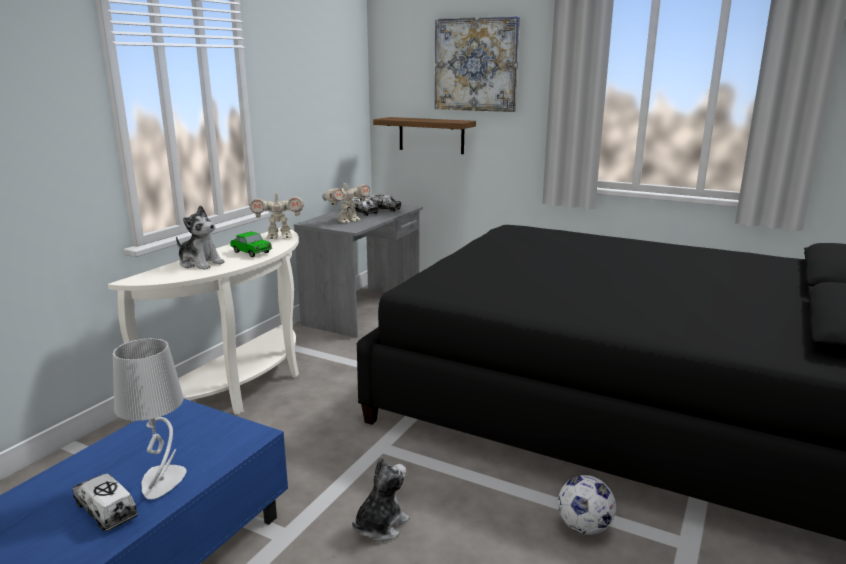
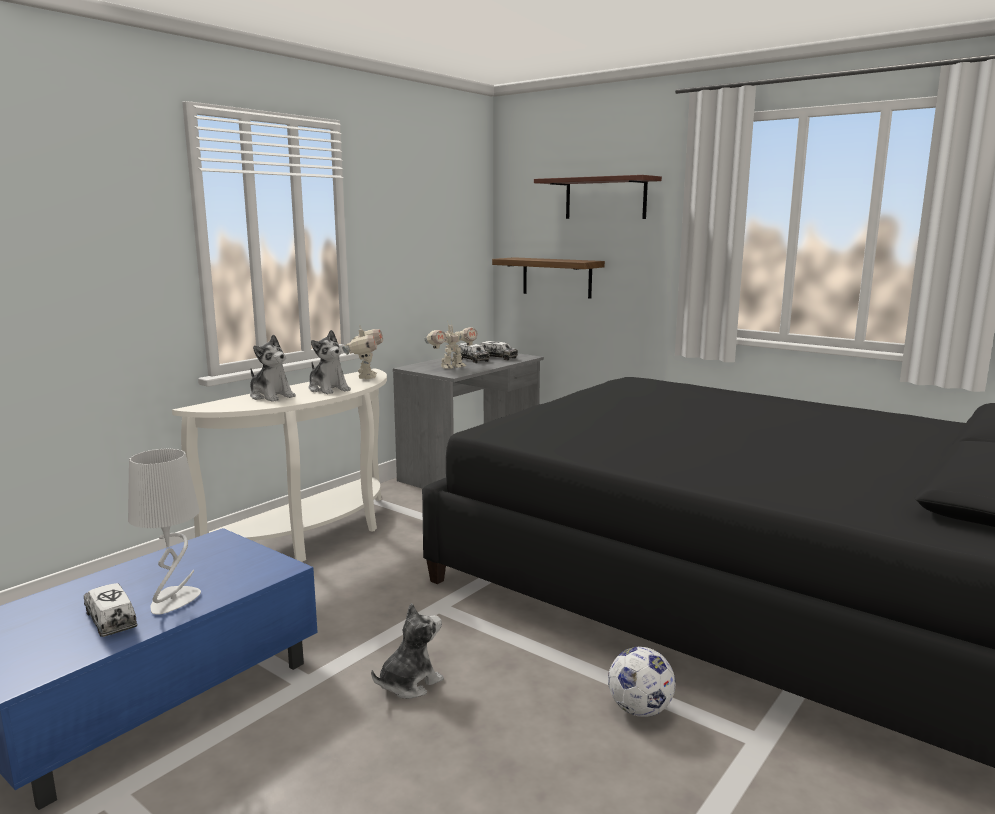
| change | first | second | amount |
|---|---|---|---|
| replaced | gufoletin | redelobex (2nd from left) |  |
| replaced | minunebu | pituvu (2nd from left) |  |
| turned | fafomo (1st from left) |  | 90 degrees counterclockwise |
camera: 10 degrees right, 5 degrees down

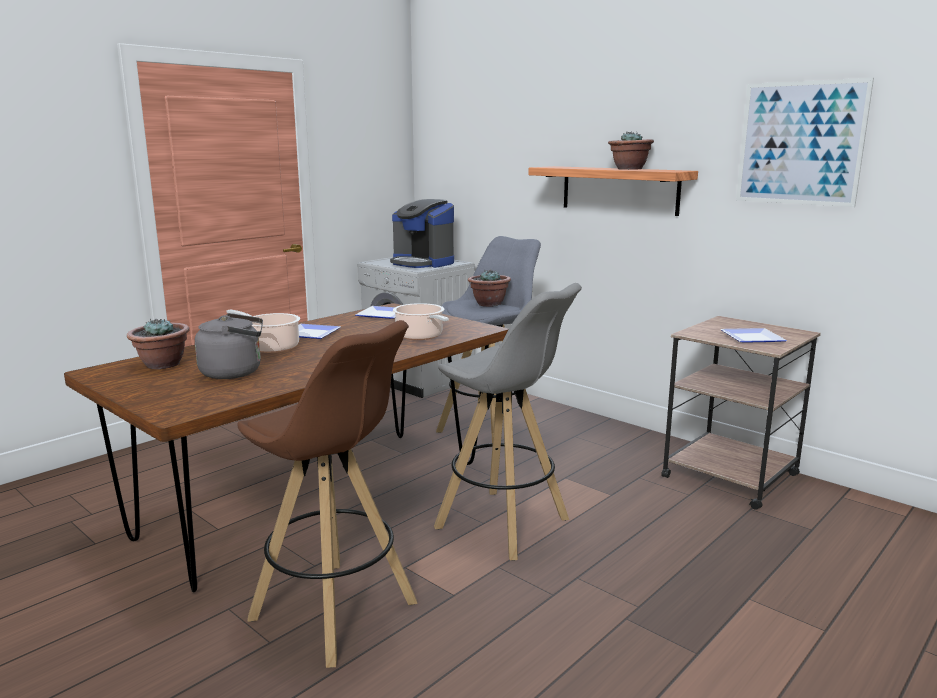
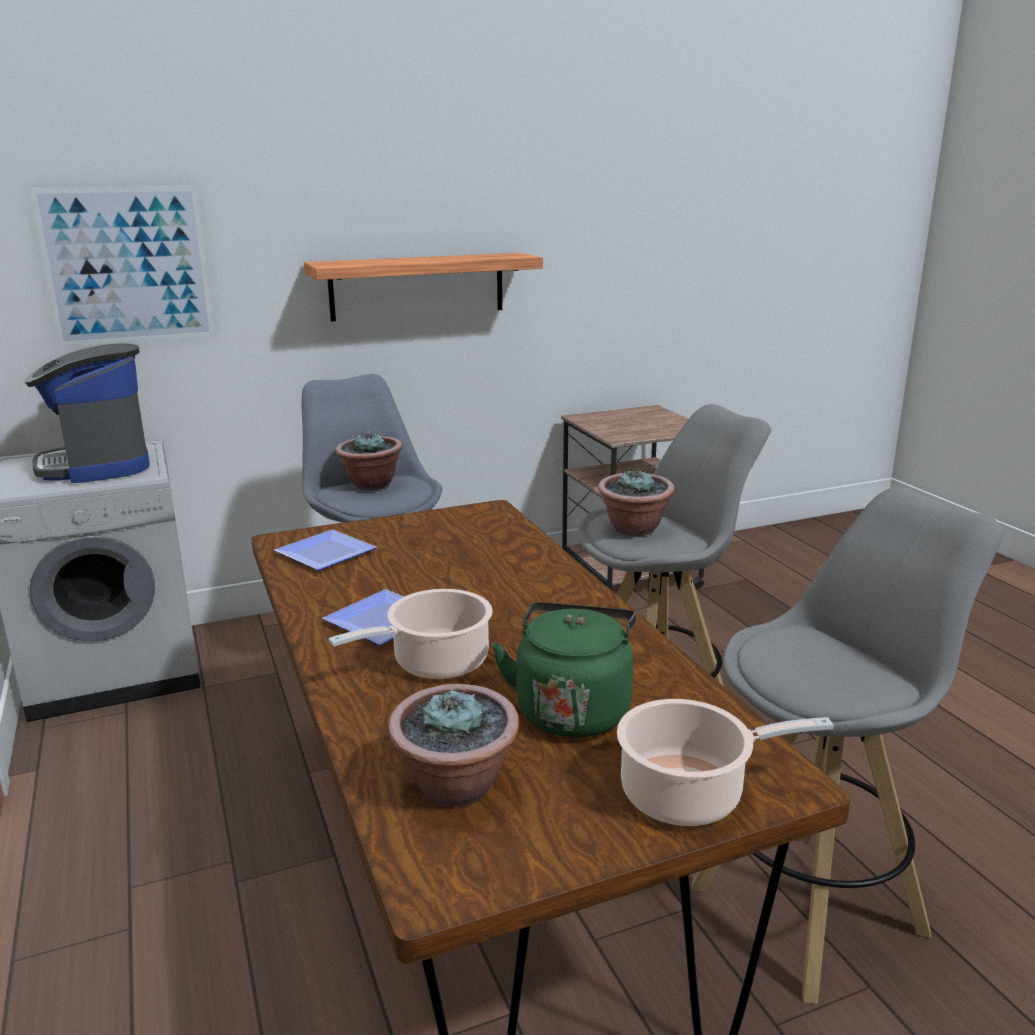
| change | first | second | amount |
|---|---|---|---|
| removed | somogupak (3rd from left) |  |  |
| moved | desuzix (2nd from left) |  |  |
| moved | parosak (3rd from left) |  |  |
| moved | minunebu |  |  |
| recoloured | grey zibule | green zibule |  |
| recoloured | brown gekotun | grey gekotun (3rd from left) |  |
| turned | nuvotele |  | 90 degrees clockwise |
camera: 65 degrees left, 5 degrees up

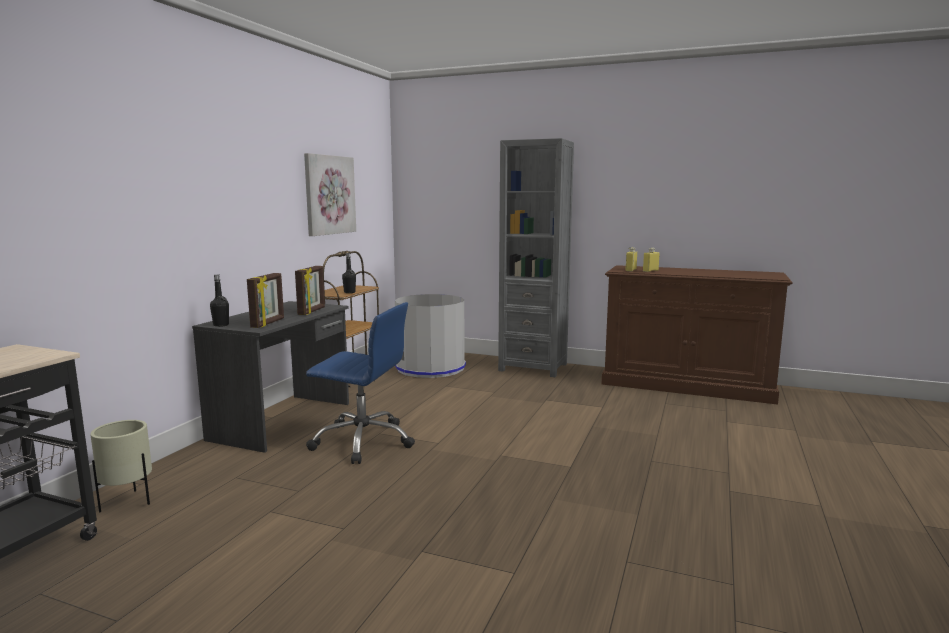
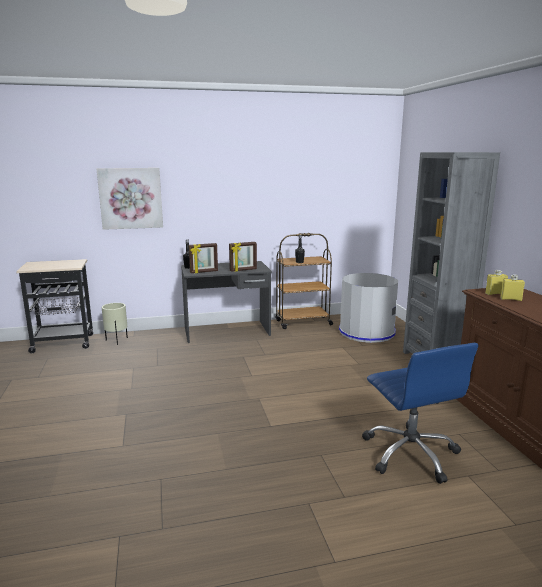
| change | first | second | amount |
|---|---|---|---|
| moved | minunebu |  |  |
| moved | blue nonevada |  |  |
camera: 55 degrees right, 5 degrees up

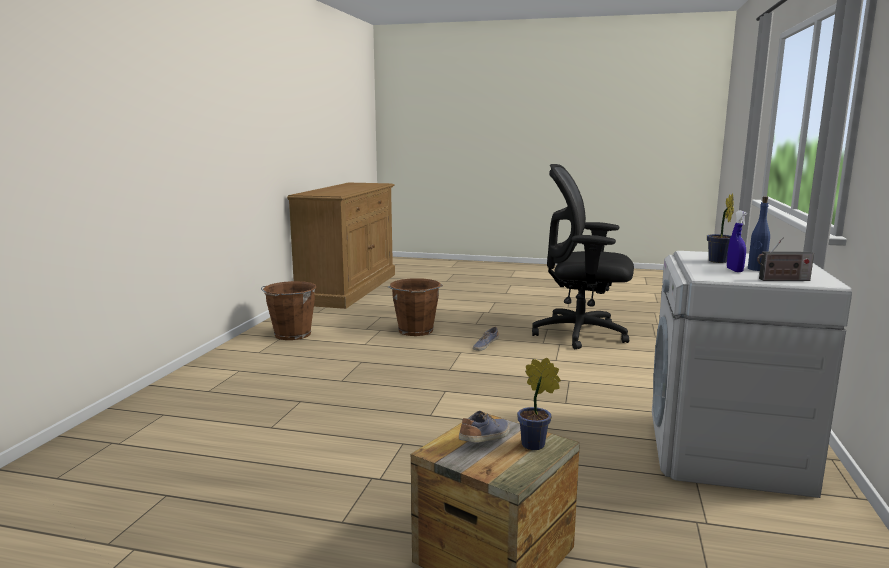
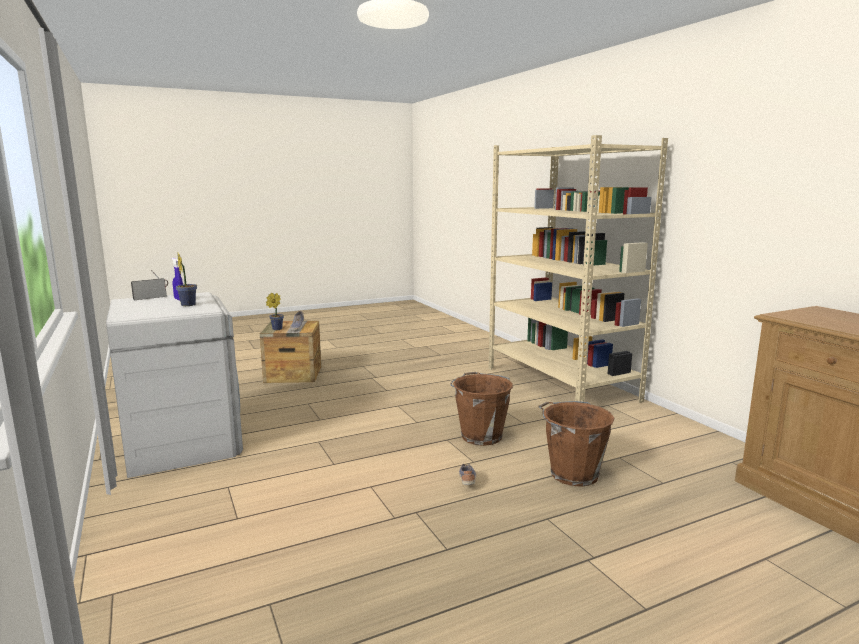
| change | first | second | amount |
|---|---|---|---|
| removed | black nonevada |  |  |
| removed | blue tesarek |  |  |
| added |  | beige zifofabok |  |
| moved | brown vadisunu (1st from left) |  |  |
camera: 140 degrees right, 0 degrees up

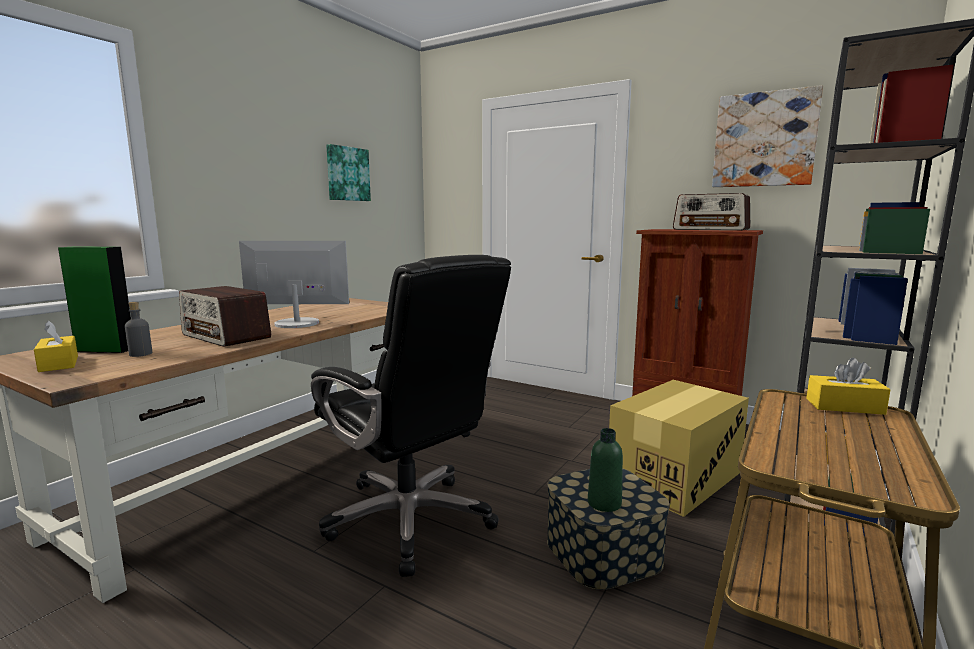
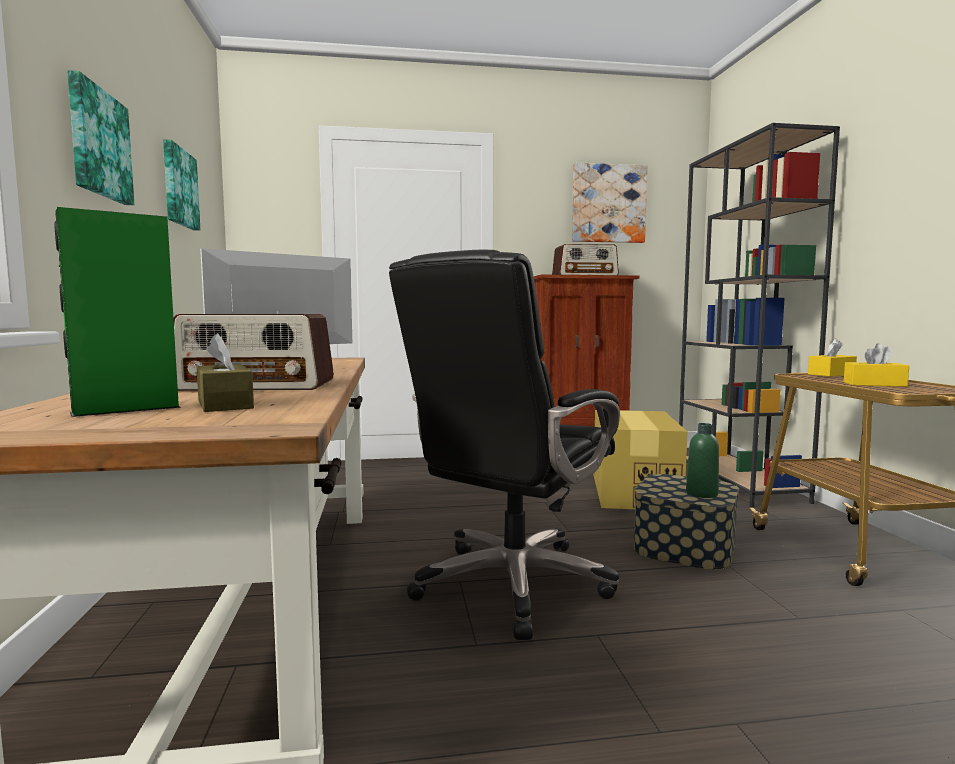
| change | first | second | amount |
|---|---|---|---|
| added |  | minunebu (1st from left) |  |
| moved | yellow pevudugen (1st from left in the first image) | yellow pevudugen (2nd from left) |  |
| replaced | grey tesarek | brown pevudugen |  |
| turned | black nonevada |  | 120 degrees clockwise |
camera: 40 degrees left, 5 degrees down

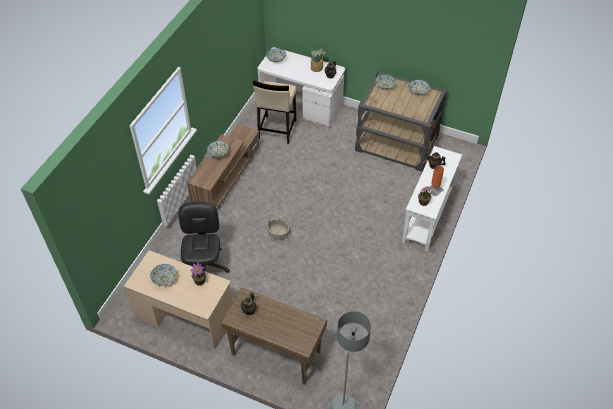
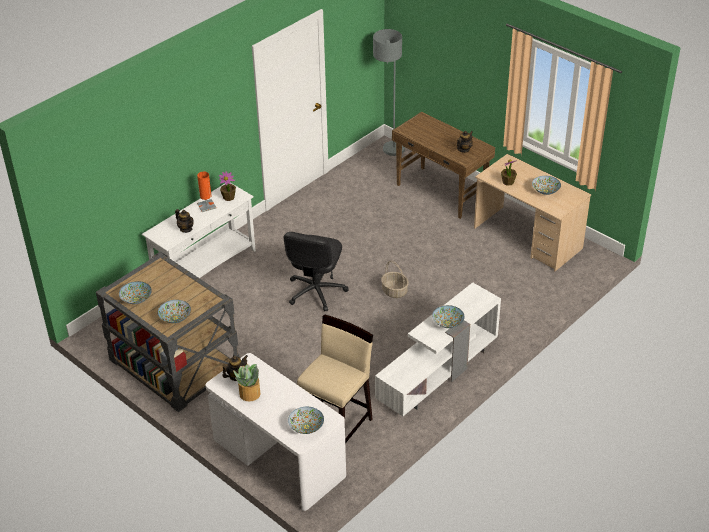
| change | first | second | amount |
|---|---|---|---|
| moved | black nonevada |  |  |
| recoloured | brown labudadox | white labudadox |  |
camera: 160 degrees left, 10 degrees down

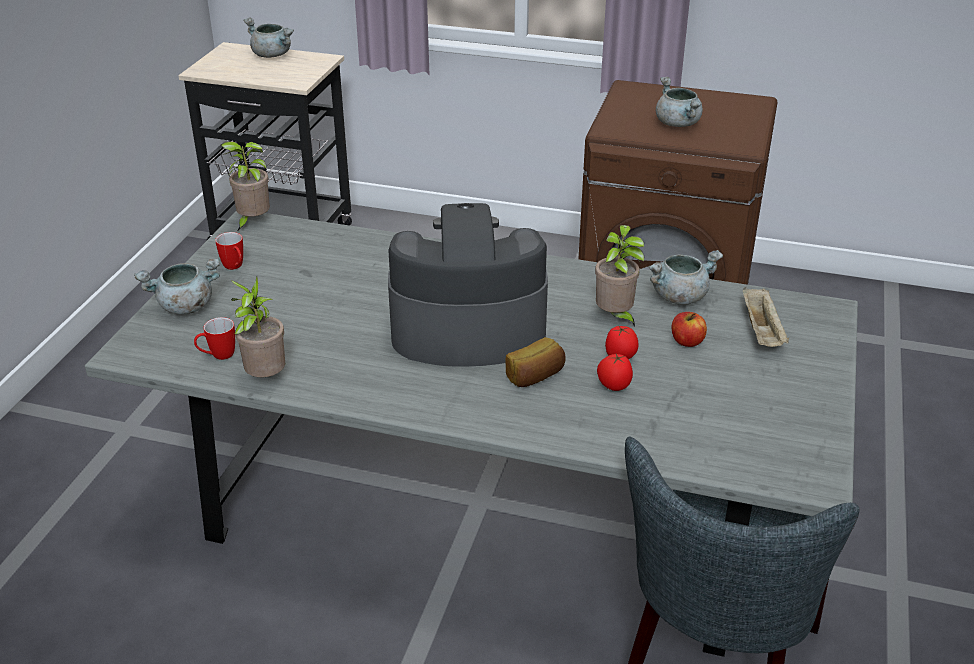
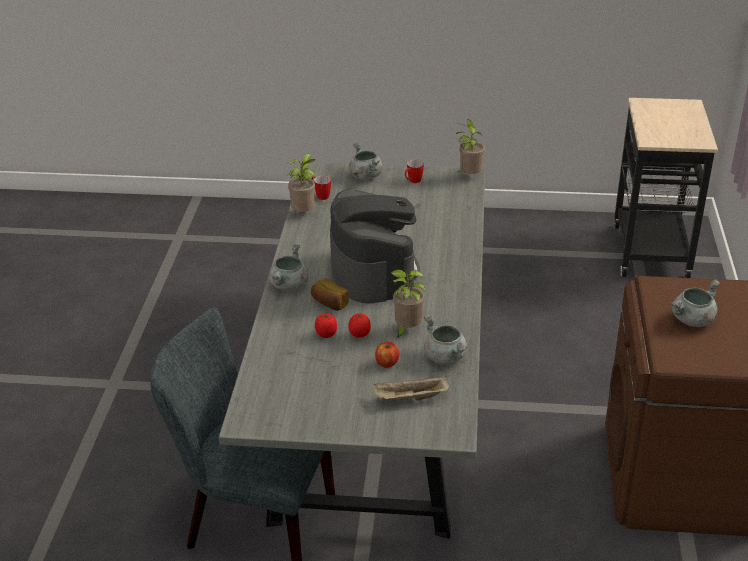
| change | first | second | amount |
|---|---|---|---|
| moved | grey desuzix (2nd from left in the first image) | grey desuzix (1st from left) |  |
camera: 80 degrees right, 0 degrees up

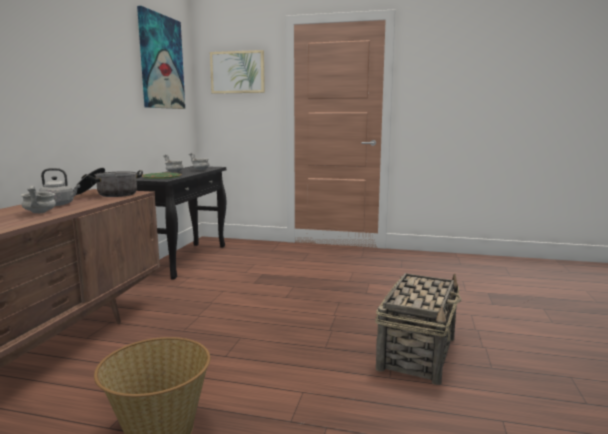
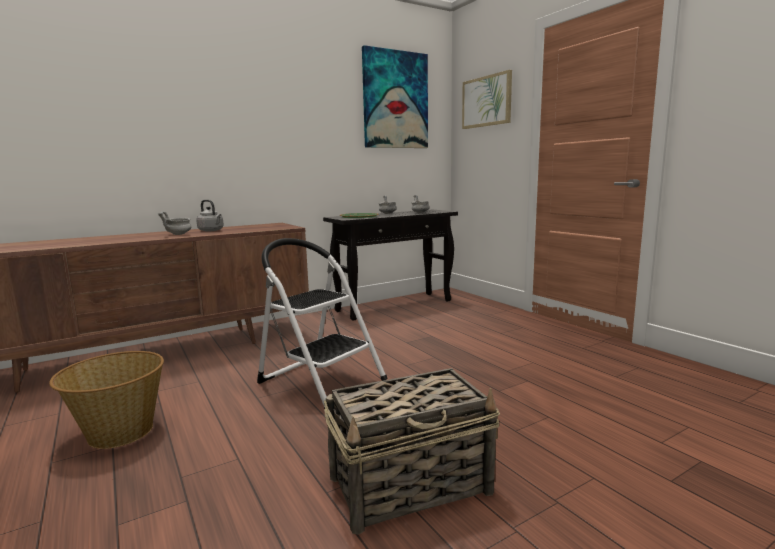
| change | first | second | amount |
|---|---|---|---|
| removed | desuzix |  |  |
| added |  | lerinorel |  |
camera: 45 degrees right, 0 degrees up

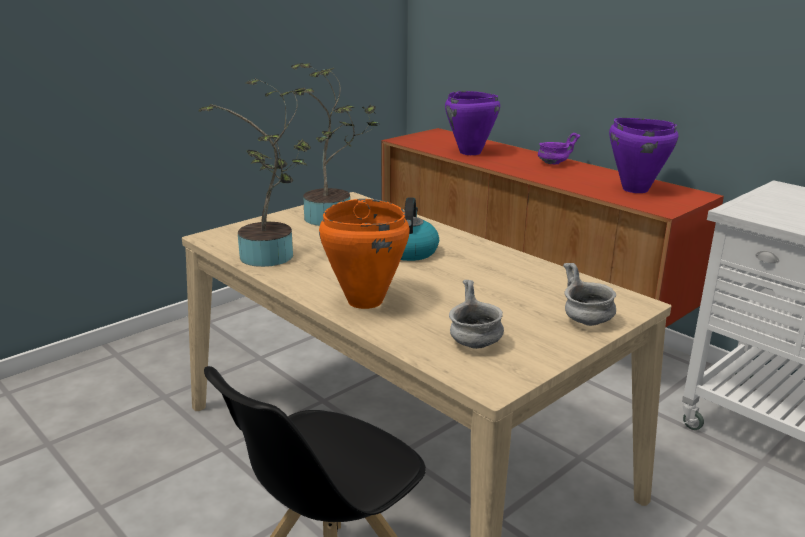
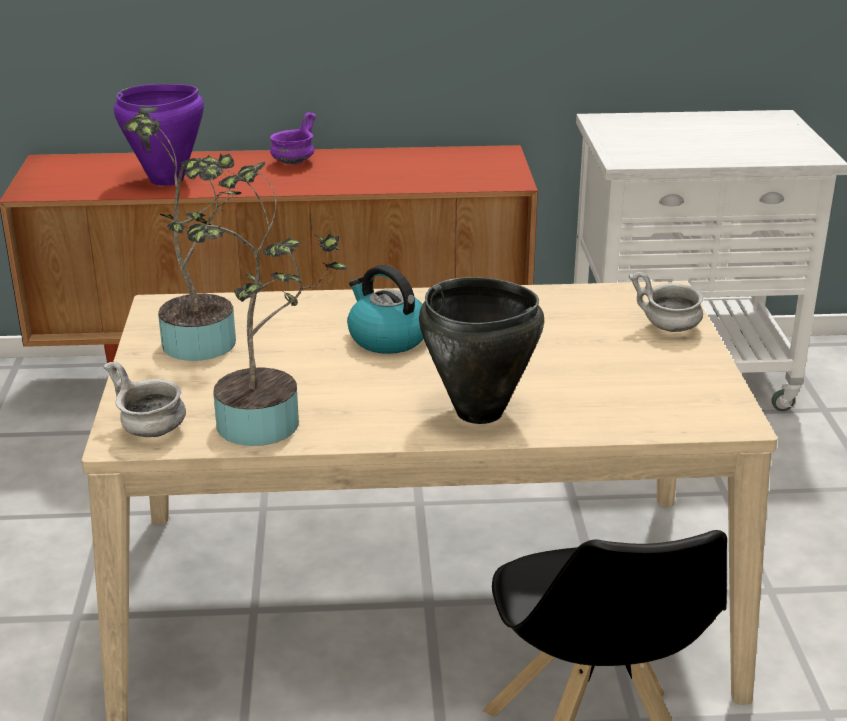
| change | first | second | amount |
|---|---|---|---|
| removed | purple desuzix (2nd from left) |  |  |
| moved | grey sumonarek (1st from left) |  |  |
| recoloured | orange desuzix | black desuzix |  |
camera: 50 degrees left, 5 degrees up

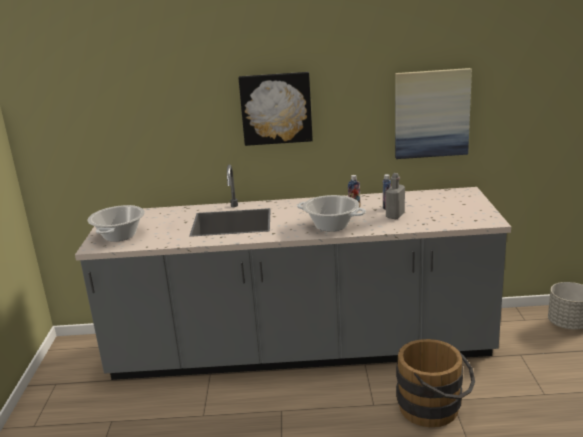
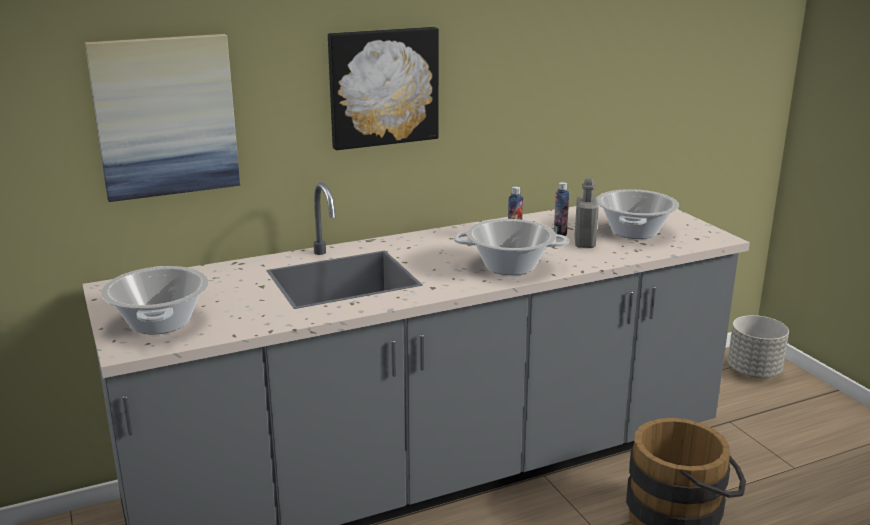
| change | first | second | amount |
|---|---|---|---|
| added |  | desuzix (3rd from left) |  |
| moved | minunebu (2nd from left in the first image) | minunebu (1st from left) |  |
camera: 25 degrees left, 0 degrees up

